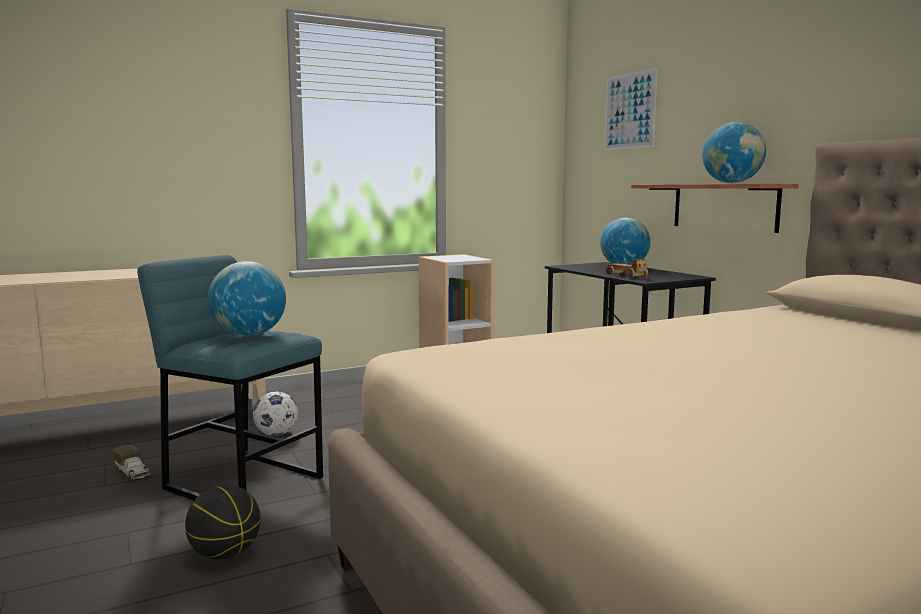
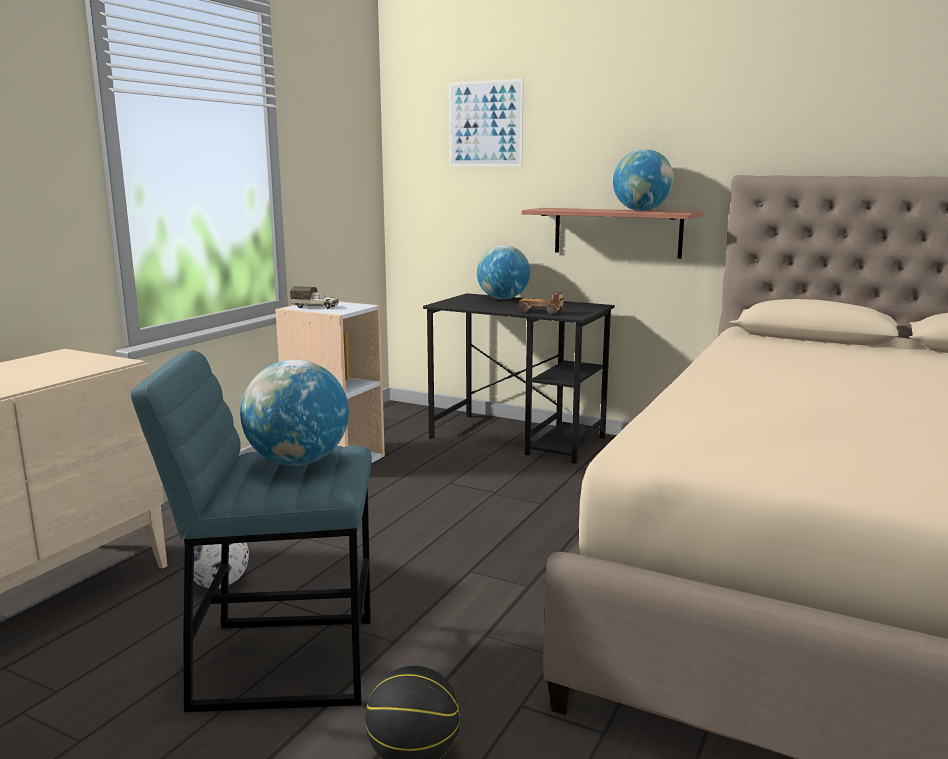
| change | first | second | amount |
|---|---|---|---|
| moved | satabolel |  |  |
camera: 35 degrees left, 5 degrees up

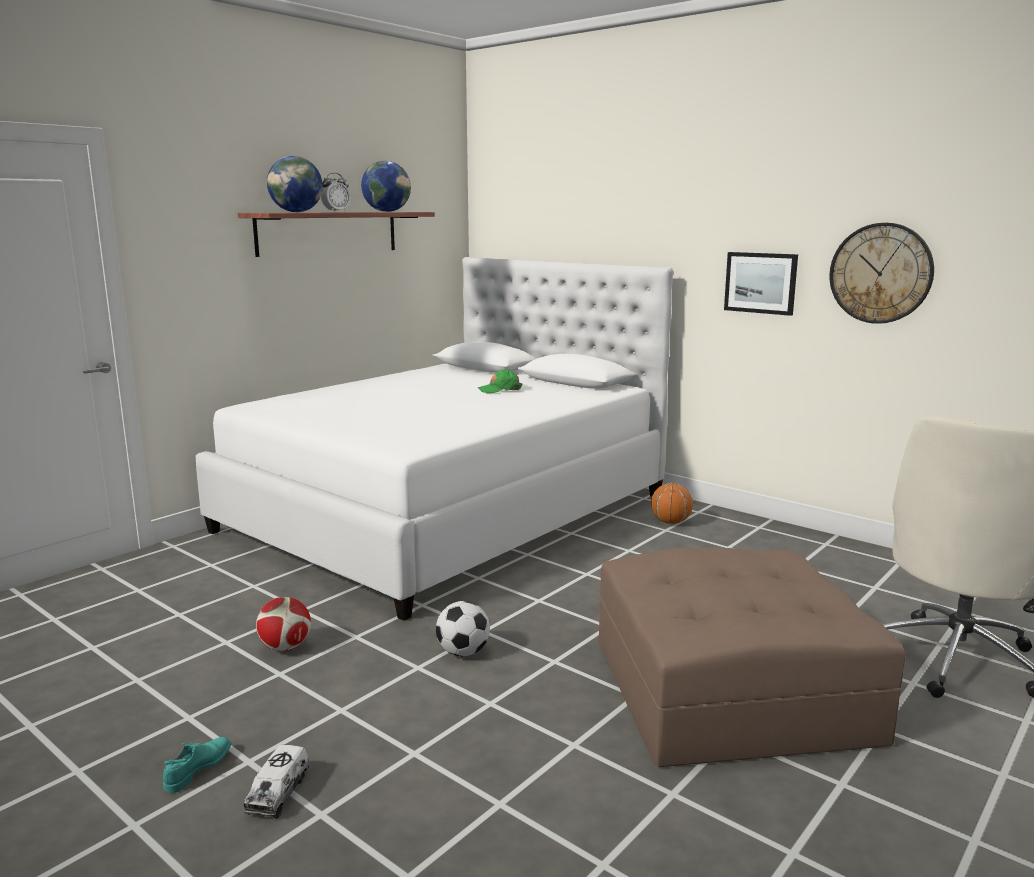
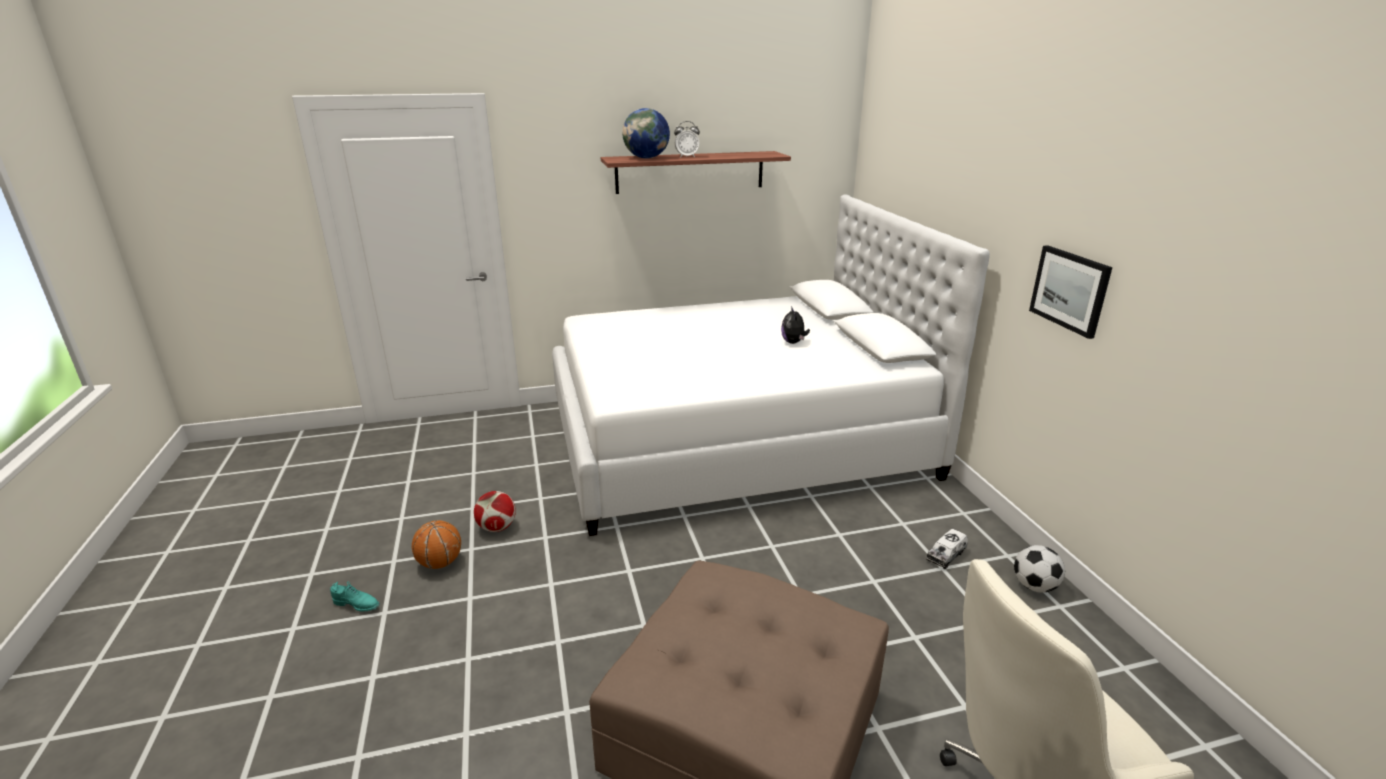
| change | first | second | amount |
|---|---|---|---|
| removed | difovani (2nd from left) |  |  |
| removed | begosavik |  |  |
| moved | satabolel |  |  |
| moved | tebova (2nd from left) |  |  |
| moved | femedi |  |  |
| replaced | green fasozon | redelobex |  |
| turned | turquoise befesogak |  | 45 degrees clockwise |
camera: 35 degrees right, 10 degrees up

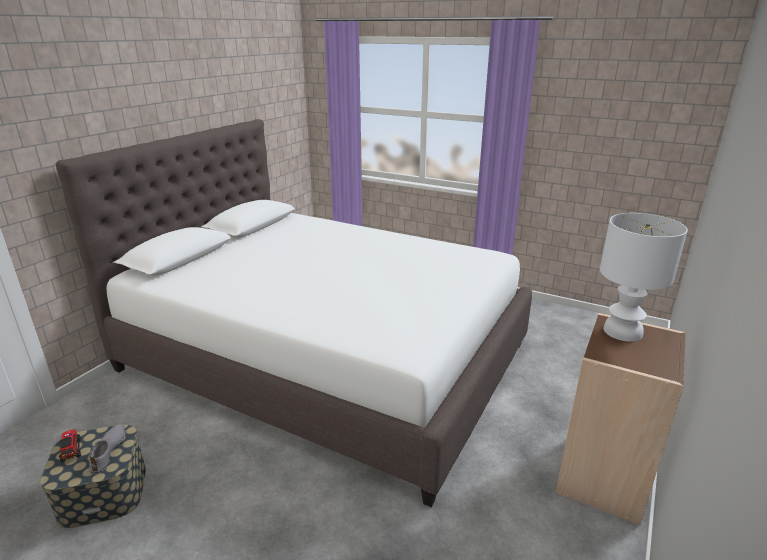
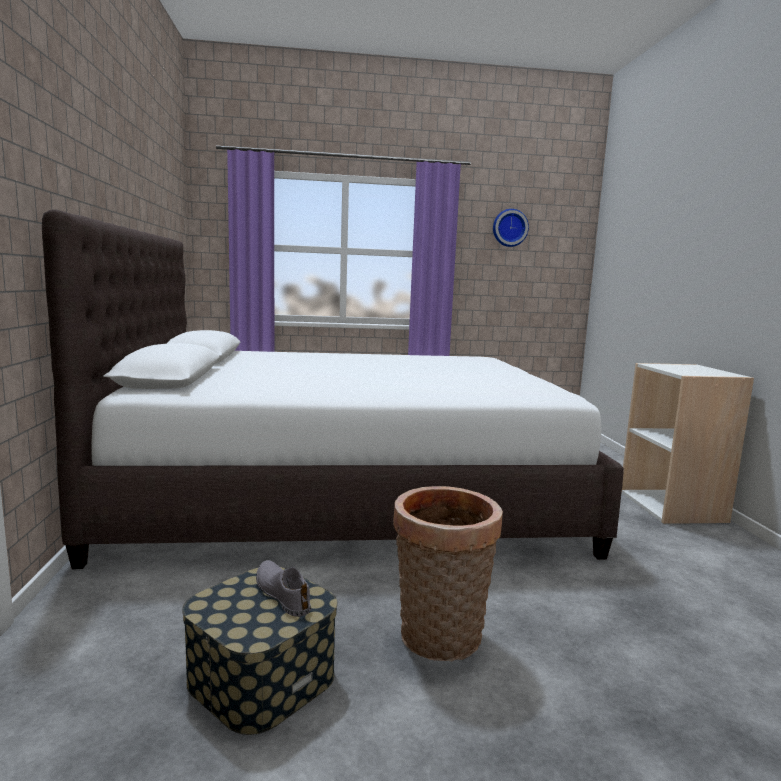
| change | first | second | amount |
|---|---|---|---|
| removed | satabolel |  |  |
| removed | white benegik |  |  |
| added |  | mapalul |  |
| added |  | begosavik |  |
| recoloured | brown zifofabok | white zifofabok |  |
camera: 35 degrees left, 15 degrees down

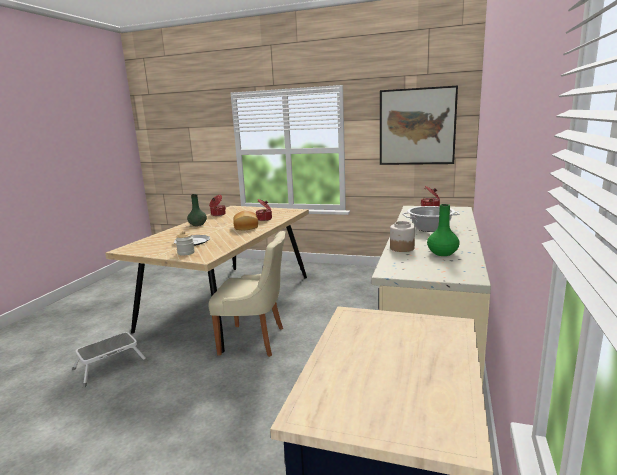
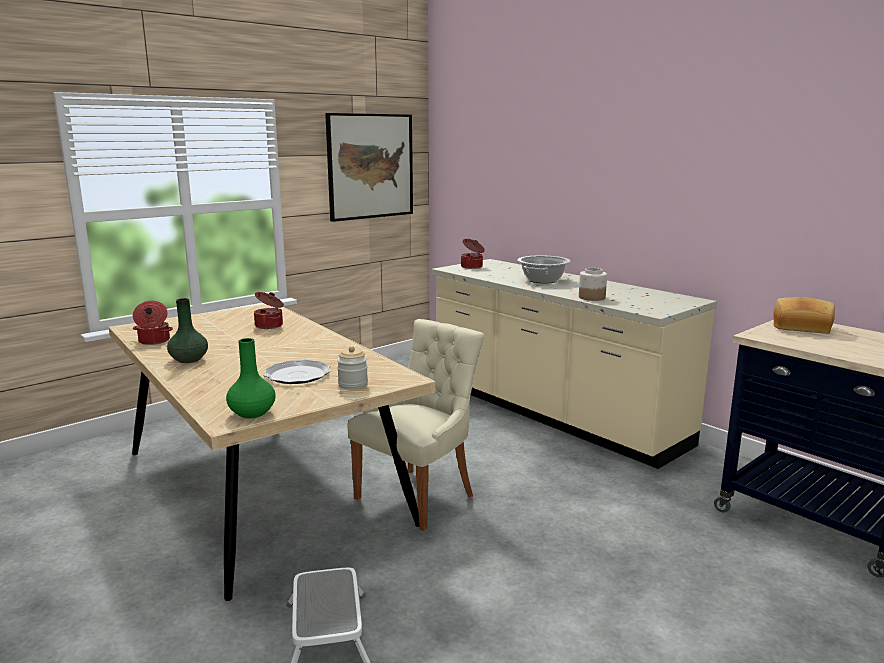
| change | first | second | amount |
|---|---|---|---|
| moved | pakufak |  |  |
| moved | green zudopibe (2nd from left) |  |  |
camera: 60 degrees left, 0 degrees up

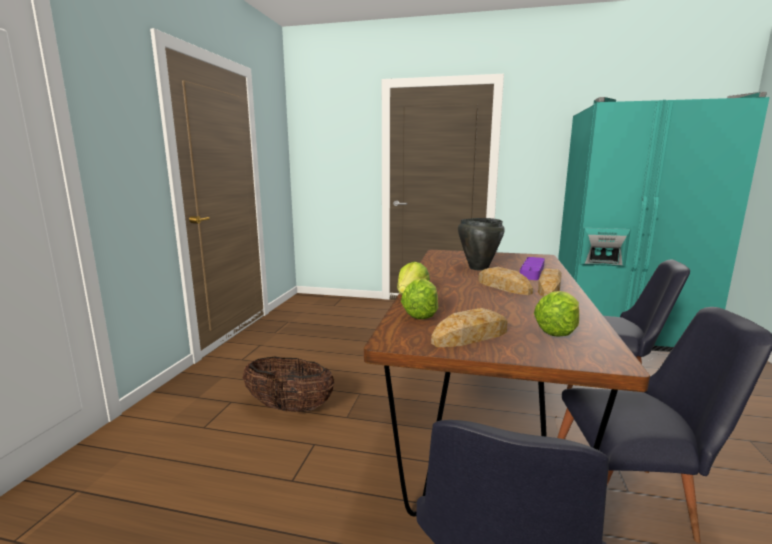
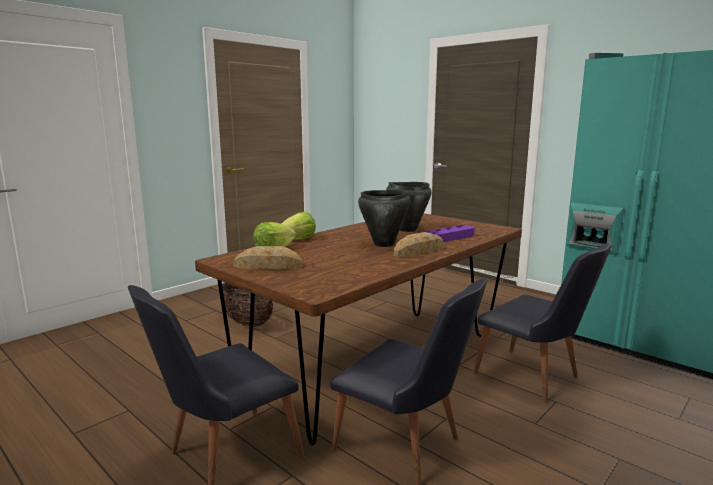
| change | first | second | amount |
|---|---|---|---|
| removed | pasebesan (3rd from left) |  |  |
| replaced | pakufak (2nd from left) | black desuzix (1st from left) |  |
camera: 30 degrees right, 0 degrees up

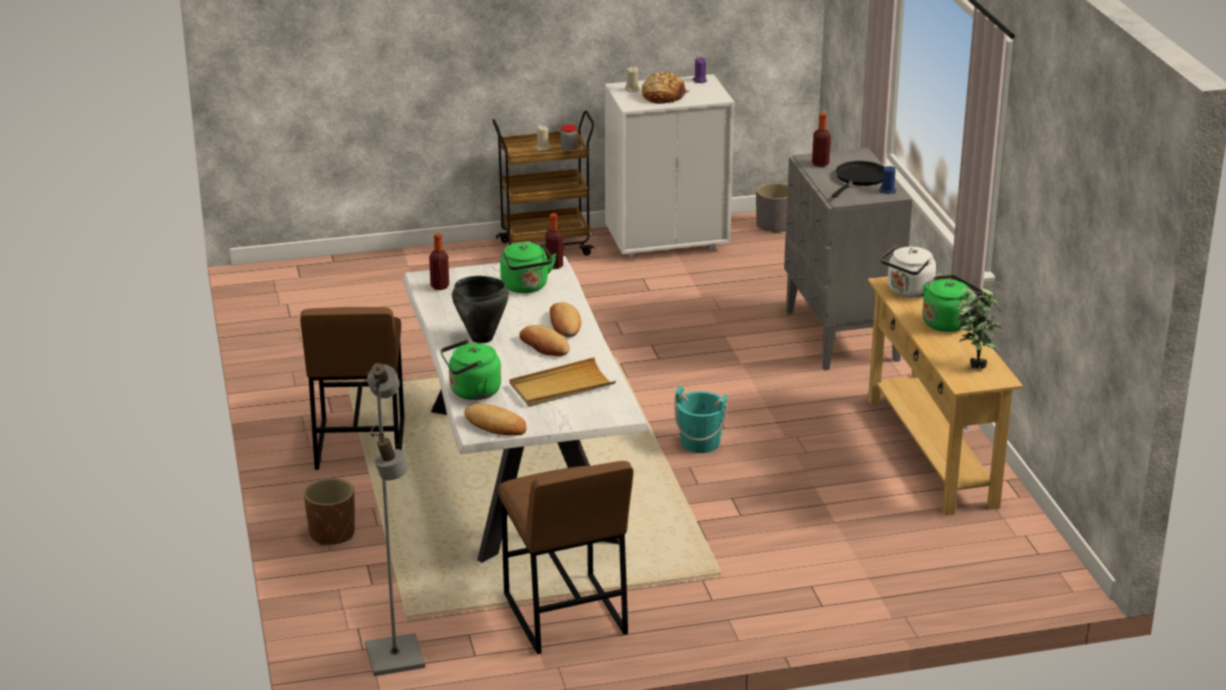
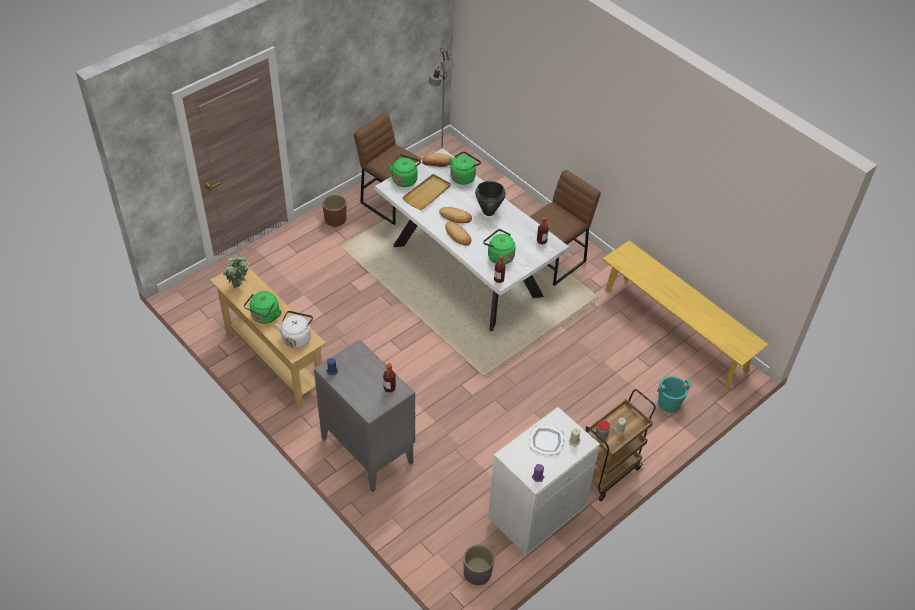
| change | first | second | amount |
|---|---|---|---|
| removed | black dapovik |  |  |
| added |  | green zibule (2nd from left) |  |
| added |  | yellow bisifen |  |
| moved | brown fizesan |  |  |
| moved | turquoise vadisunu |  |  |
| replaced | pakufak (4th from left) | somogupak |  |
| turned | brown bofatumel (1st from left in the first image) | brown bofatumel (2nd from left) | 75 degrees clockwise |
camera: 150 degrees right, 20 degrees up

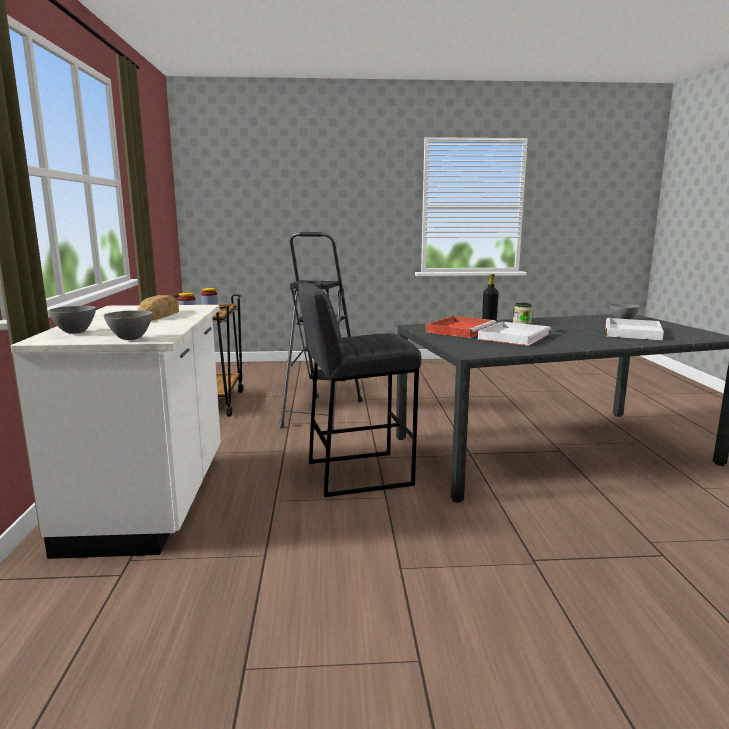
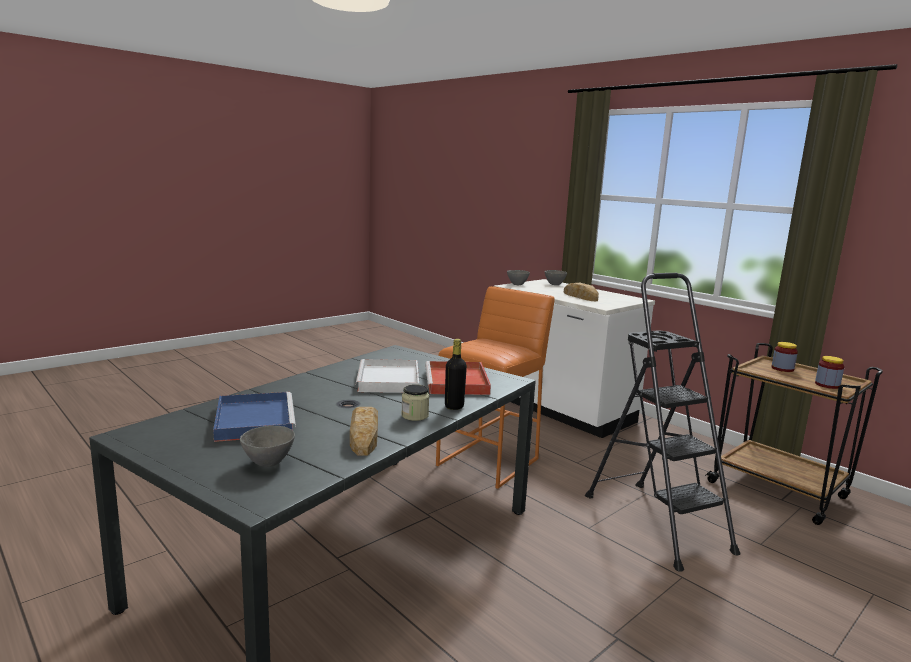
| change | first | second | amount |
|---|---|---|---|
| added |  | pakufak (1st from left) |  |
| recoloured | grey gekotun | orange gekotun |  |
| recoloured | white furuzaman (2nd from left) | blue furuzaman |  |
camera: 140 degrees right, 0 degrees up

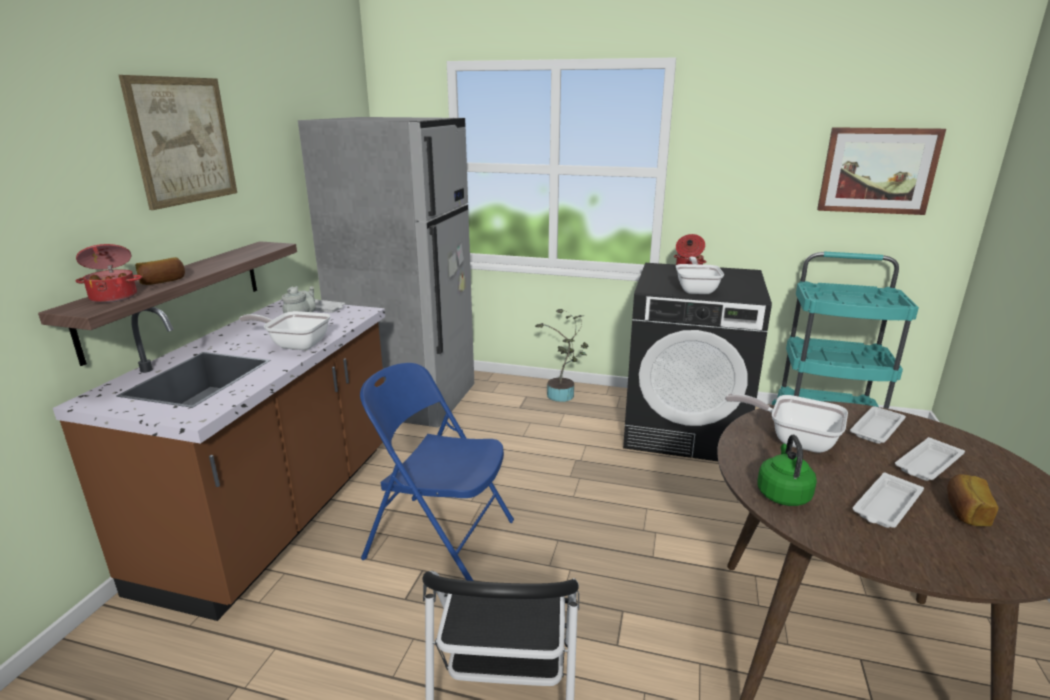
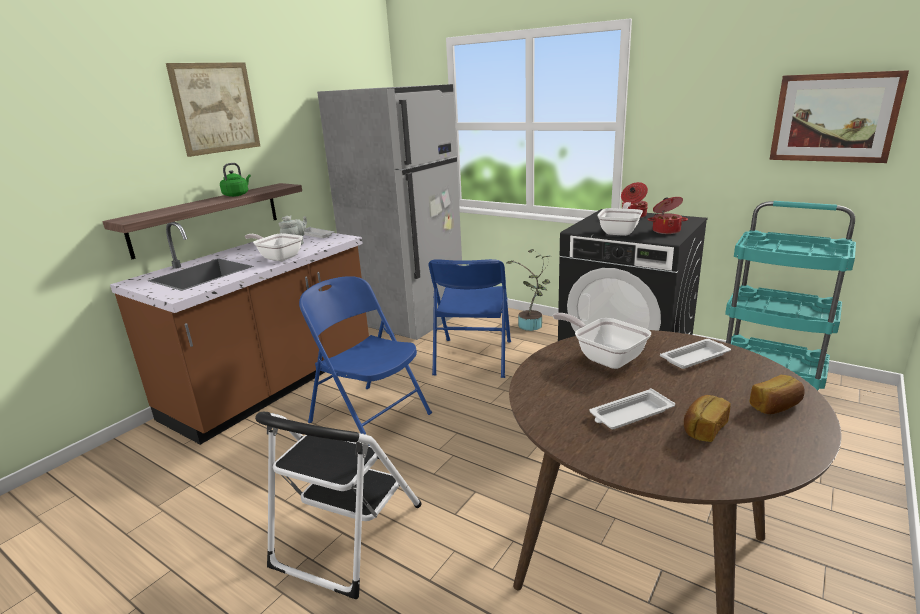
| change | first | second | amount |
|---|---|---|---|
| removed | white furuzaman (4th from left) |  |  |
| added |  | blue bofatumel (2nd from left) |  |
| moved | desuzix (1st from left in the first image) | desuzix (2nd from left) |  |
| moved | pakufak (1st from left in the first image) | pakufak (2nd from left) |  |
| moved | green zibule |  |  |
camera: 20 degrees right, 0 degrees up

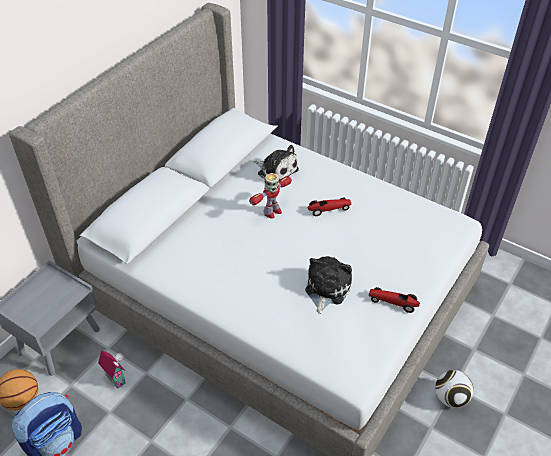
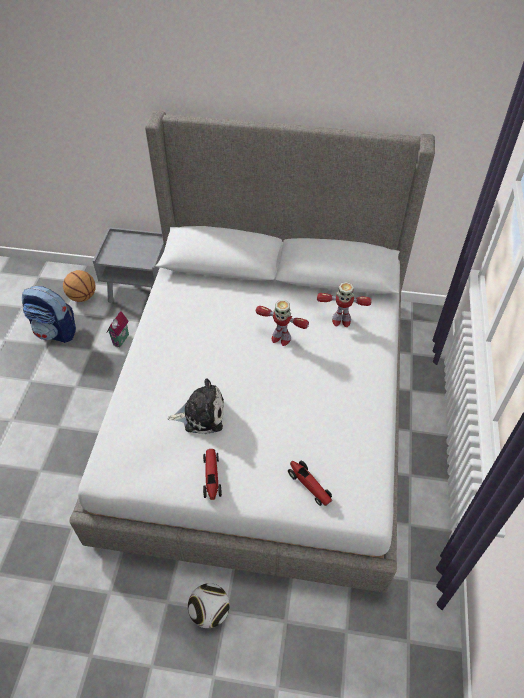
| change | first | second | amount |
|---|---|---|---|
| moved | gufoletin (1st from left in the first image) | gufoletin (2nd from left) |  |
| replaced | redelobex (1st from left) | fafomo (2nd from left) |  |
camera: 65 degrees right, 5 degrees up

